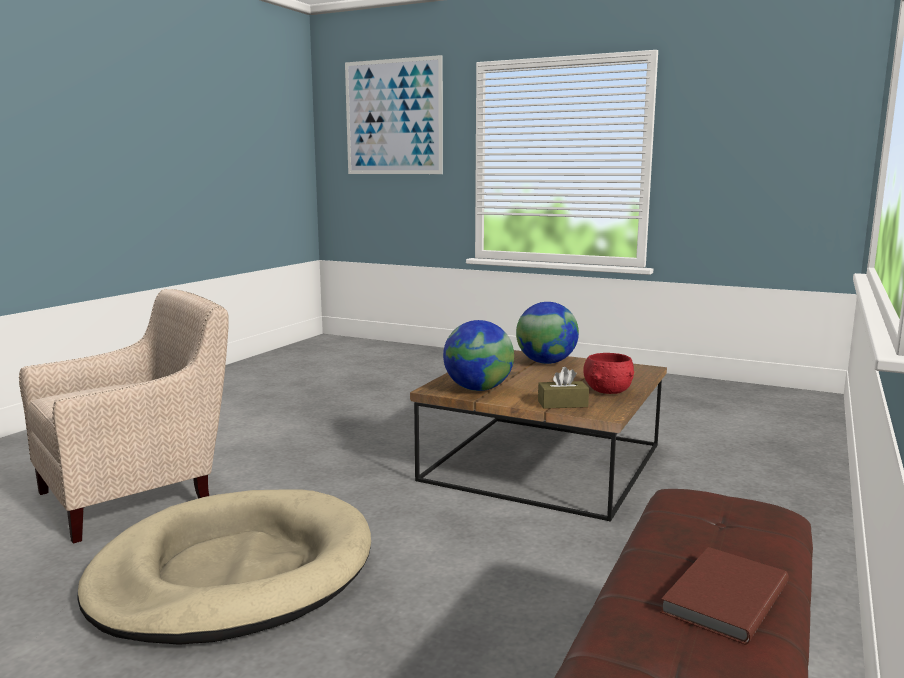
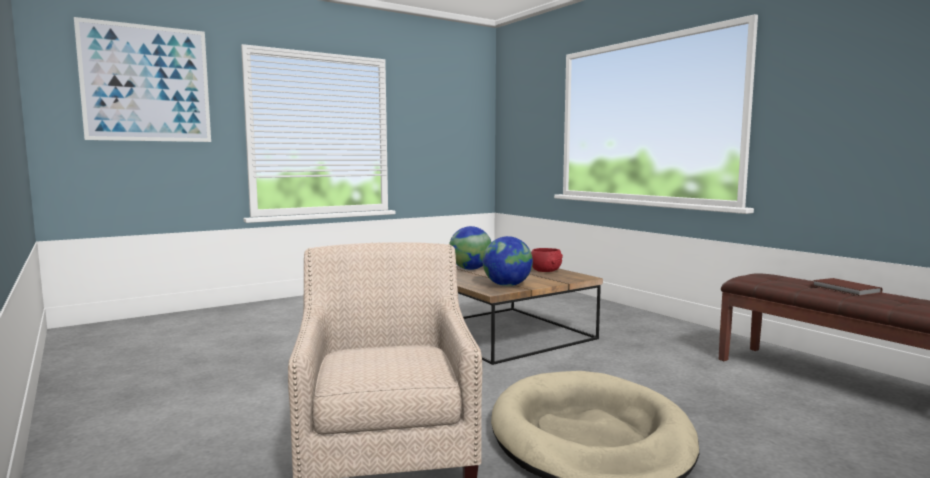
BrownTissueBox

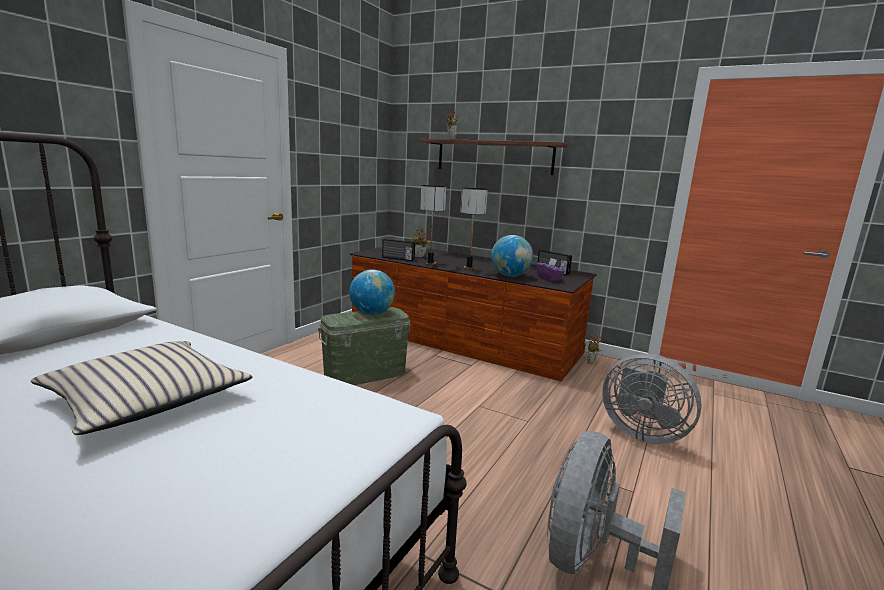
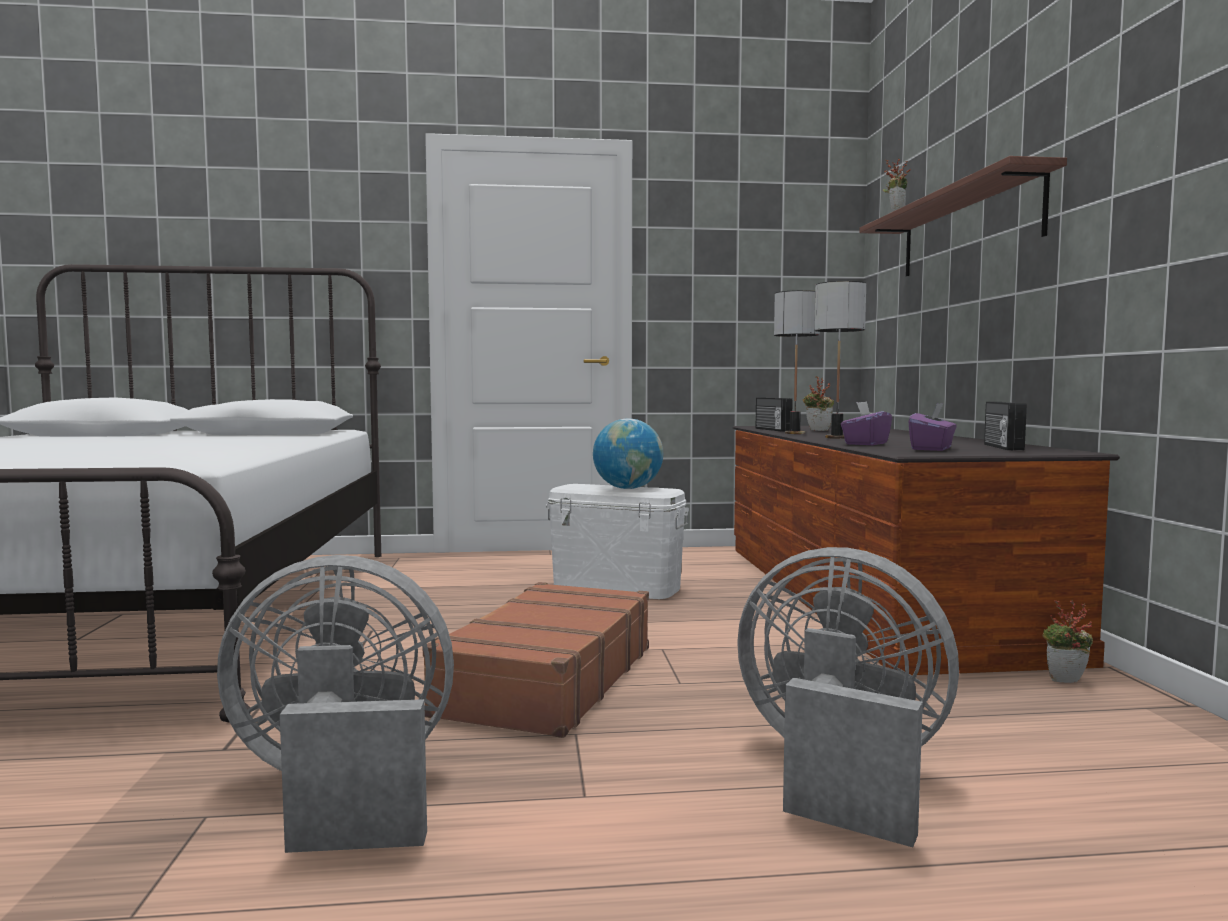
BeigeThrowPillow
WhitishStorageBin
PurpleColouredTissueBox (no. 1 from left)
GreyCoolingFan (no. 2 from left)
BrownTravelCase

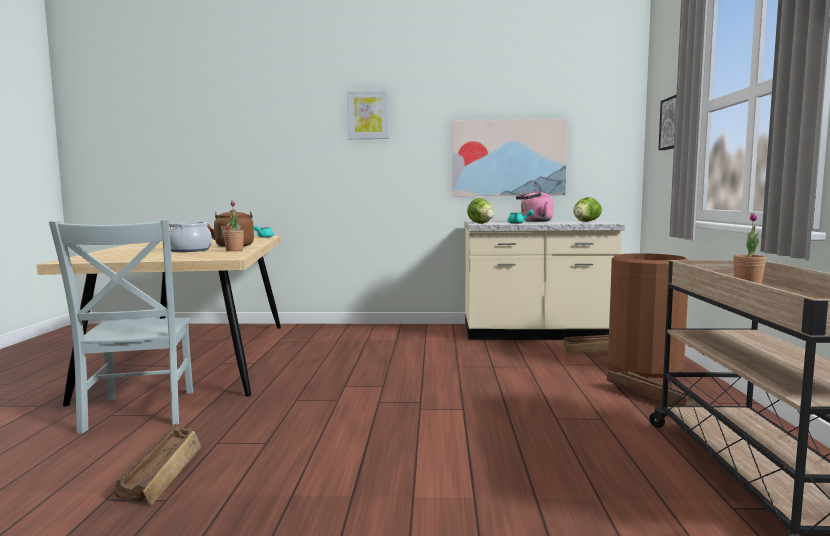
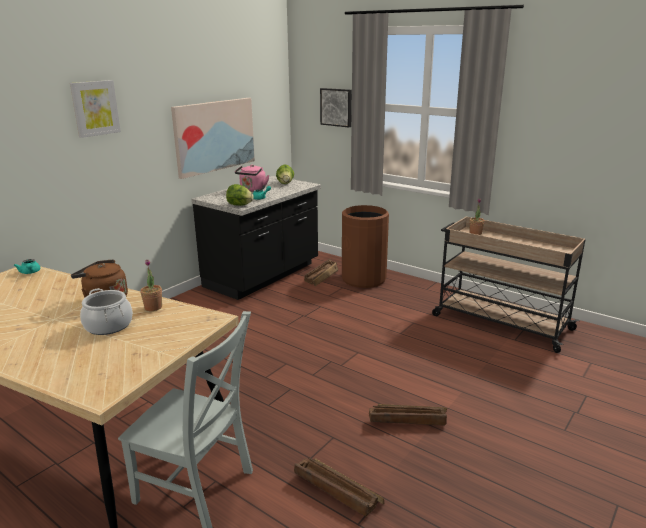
BlackColouredCounter
ShippingCrate (no. 3 from left)

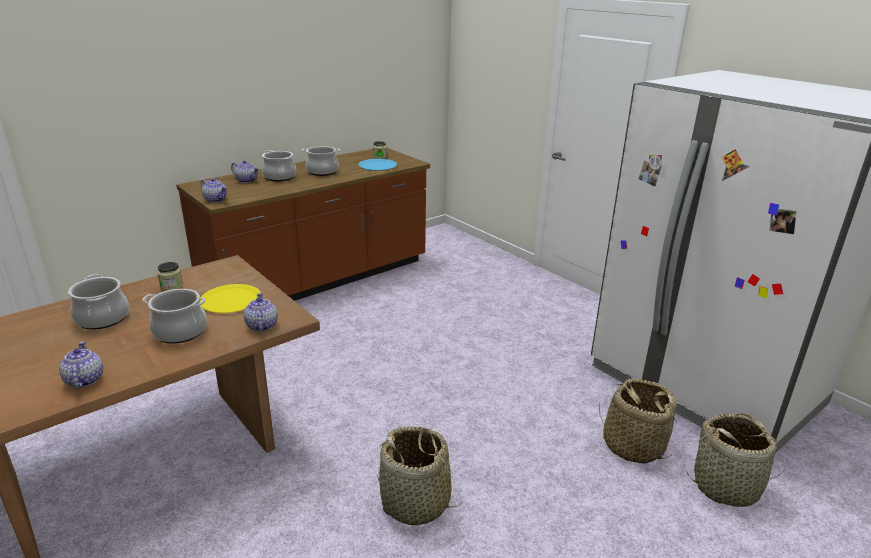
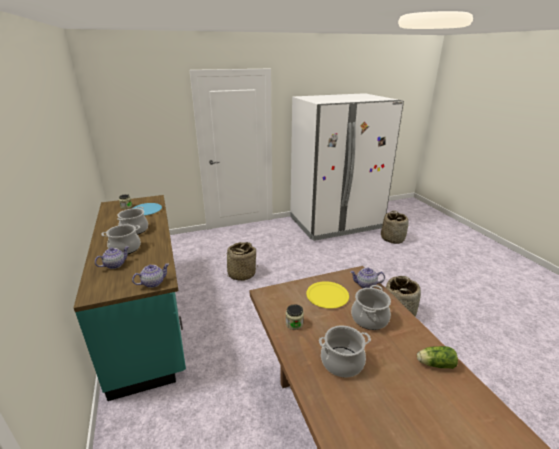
LettuceHead
TurquoiseCounter
StorageBasket (no. 1 from left)

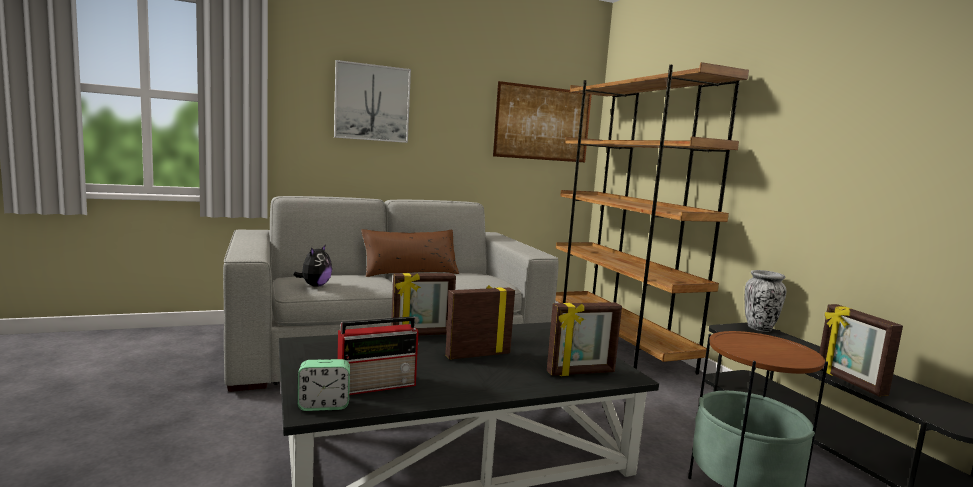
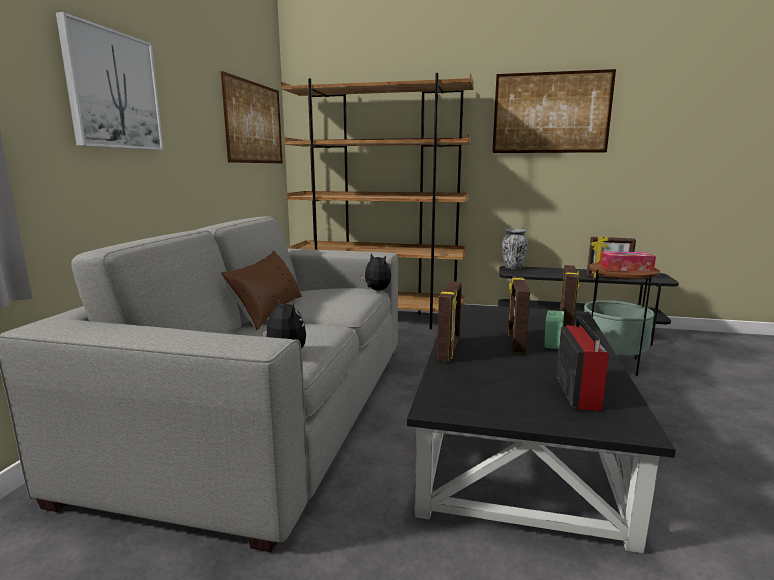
AlarmClock
SoftToy (no. 2 from left)
WallPicture (no. 3 from left)
TissueBox

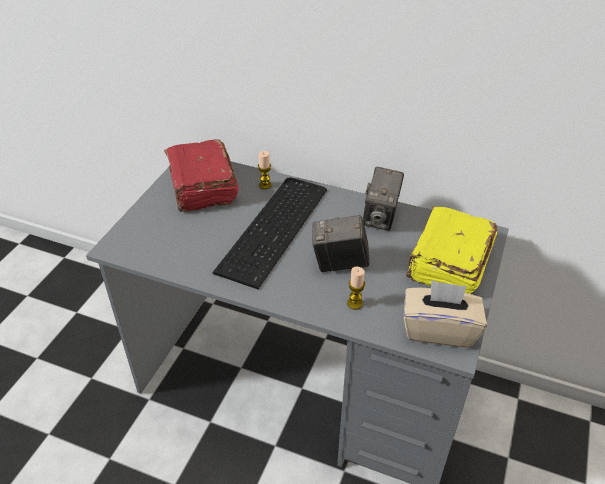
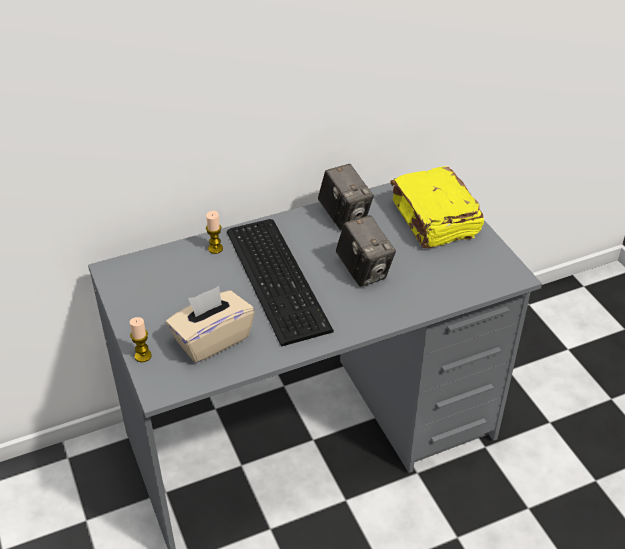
ReddishVolume
StillCamera (no. 2 from left)
WaxLight (no. 1 from left)
BeigeTissueBox

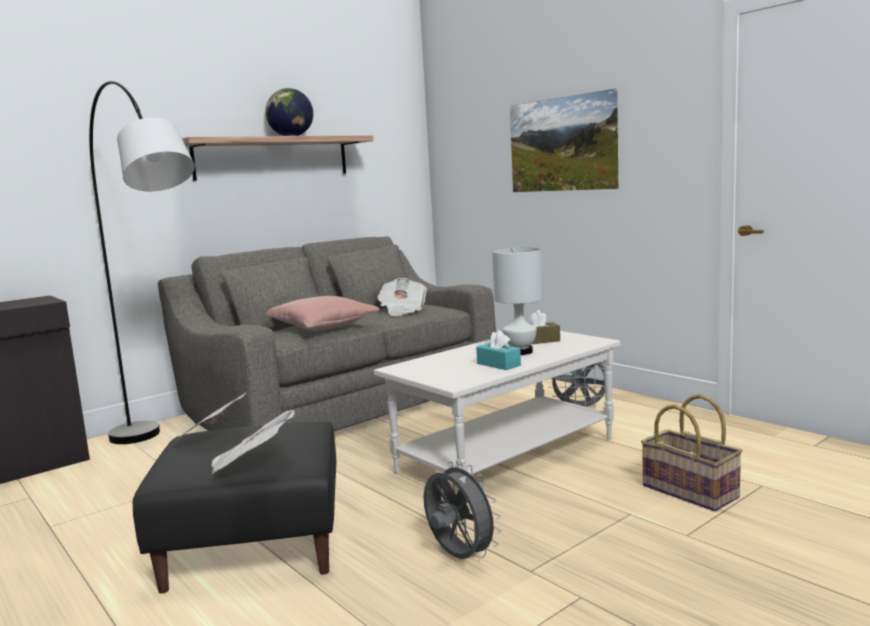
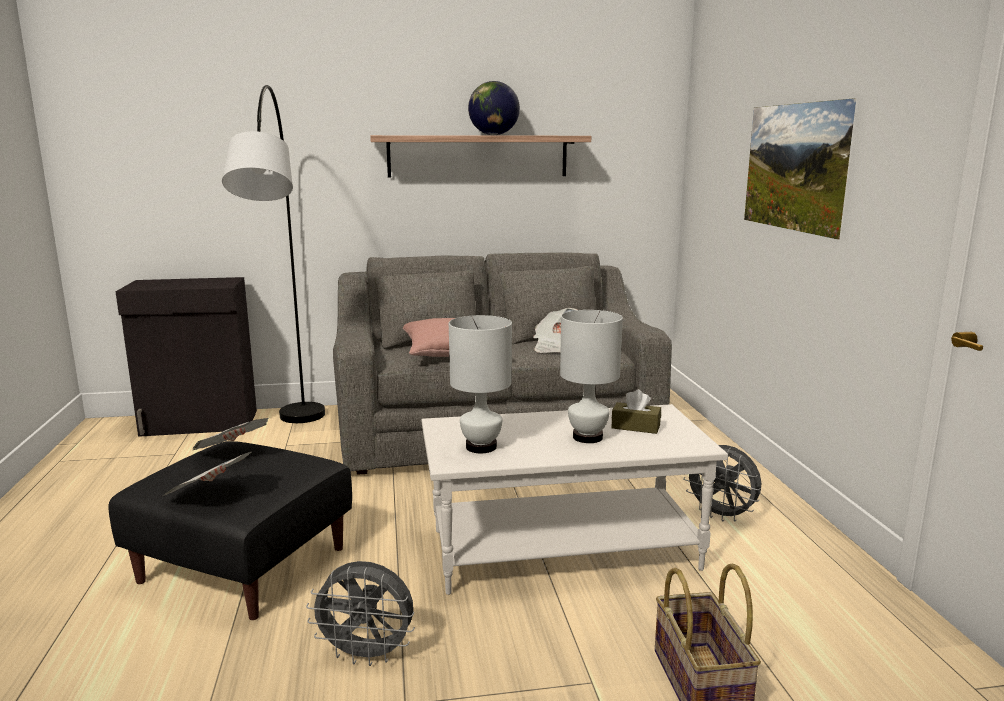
GreyCoolingFan (no. 1 from left)
TurquoiseTissueBox
WhitishLampForATable (no. 1 from left)

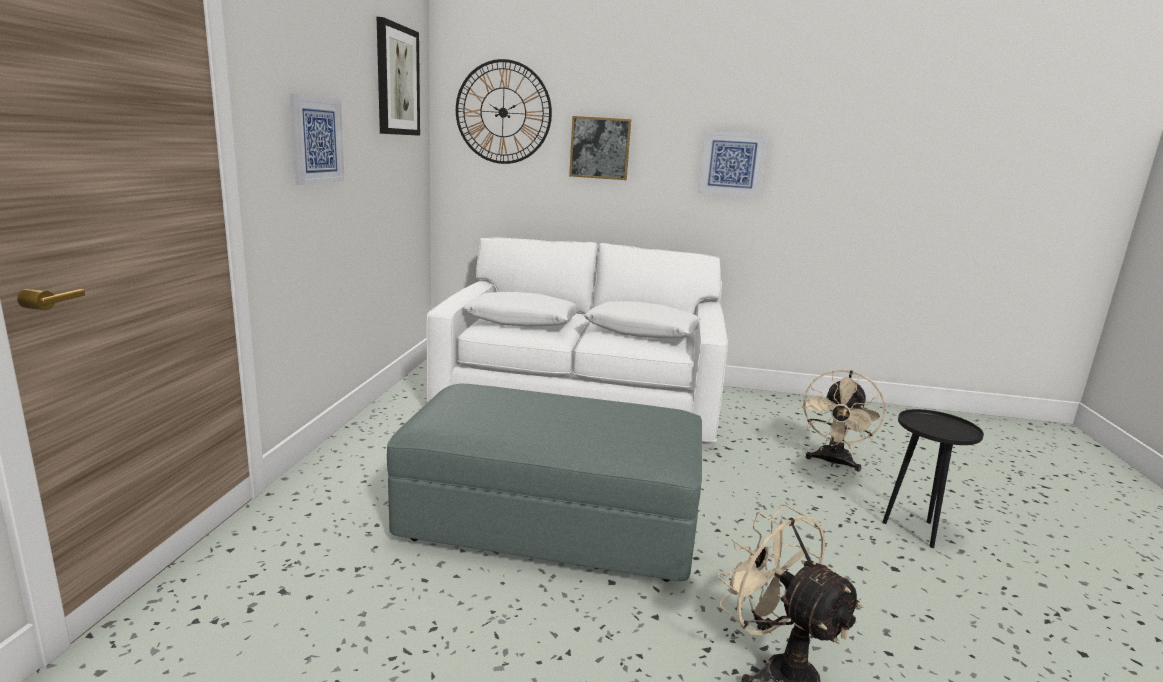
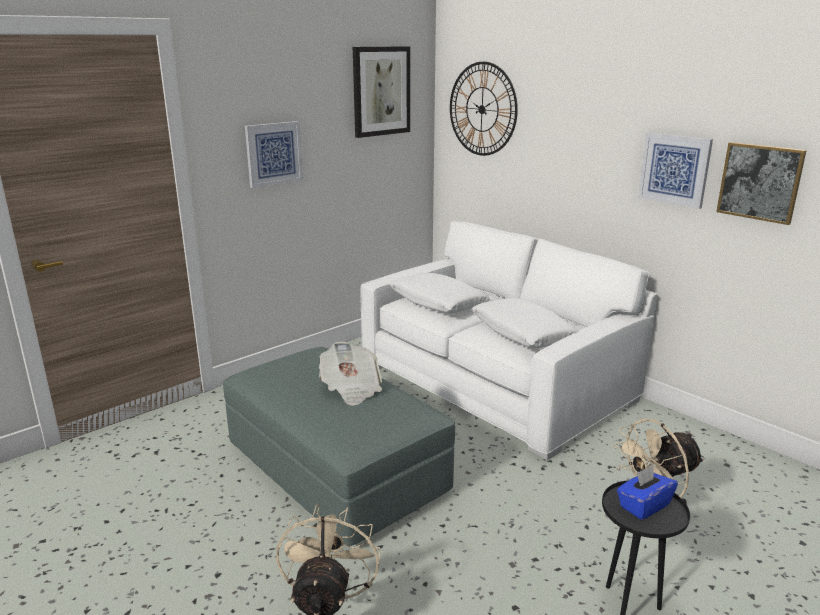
WallPicture (no. 4 from left)
PrintedPaper
BluishTissueBox

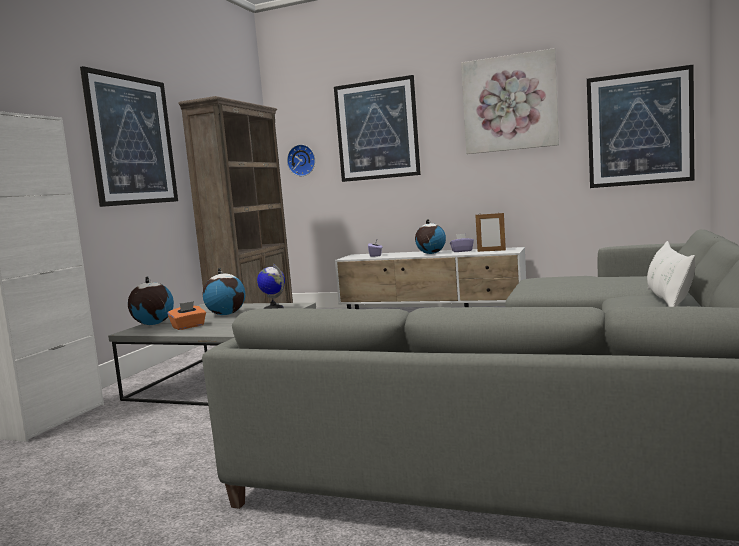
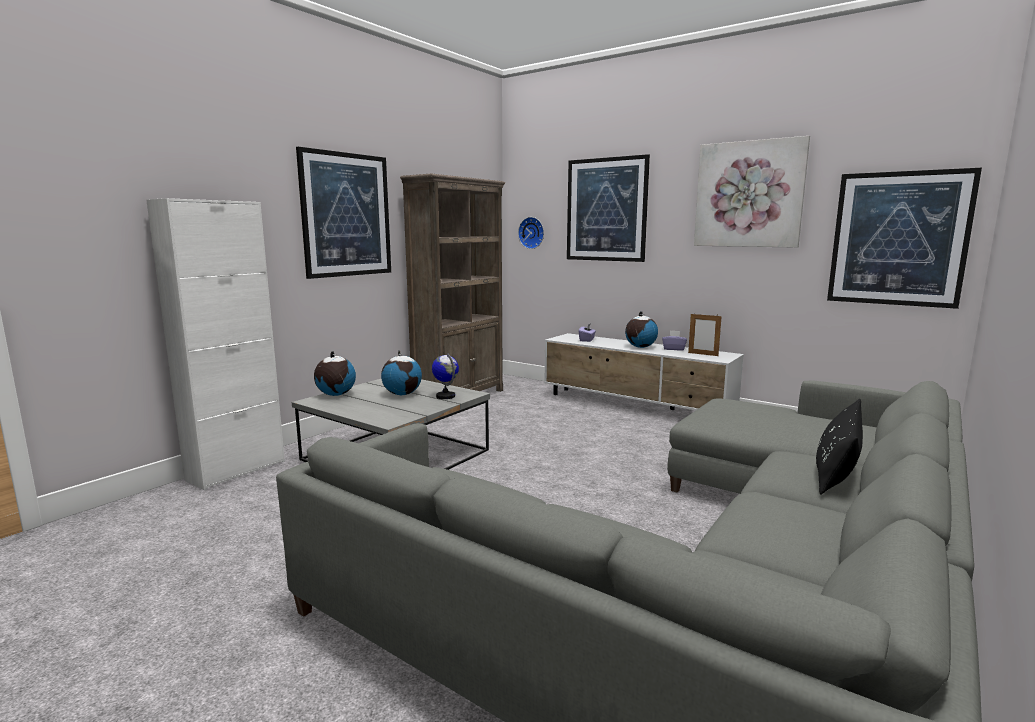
OrangeColouredTissueBox
BlackColouredThrowPillow

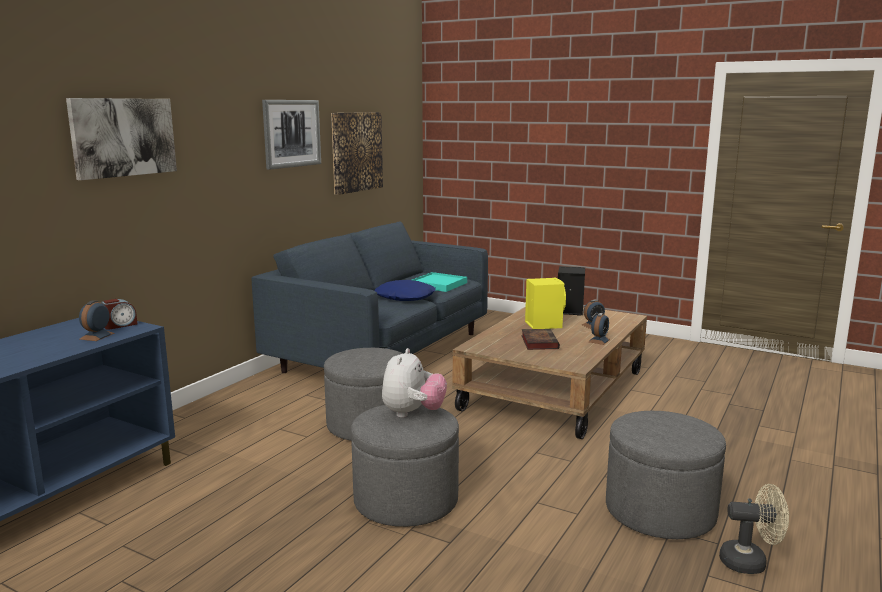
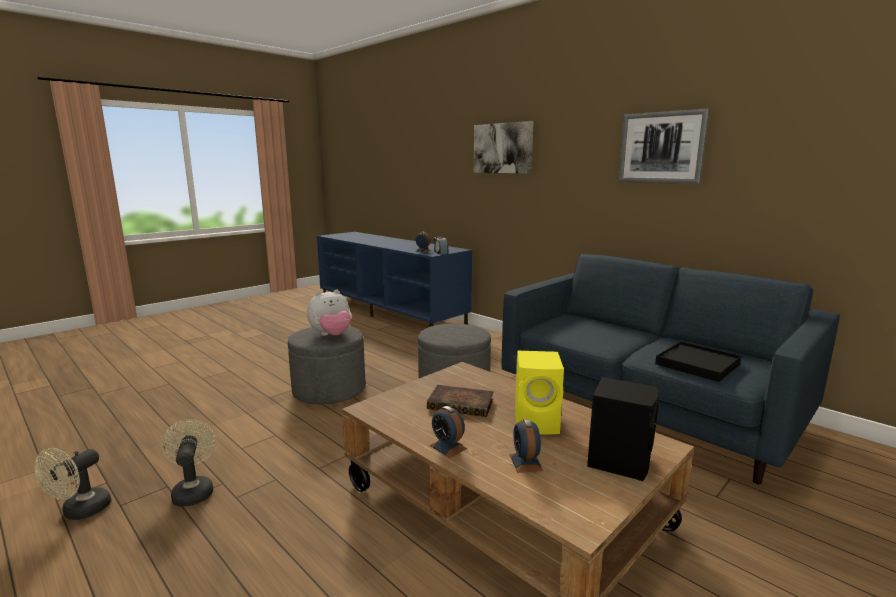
WallPicture (no. 3 from left in the first image)
BluishThrowPillow
SoftToy
BlackColouredServingTray
BeigeCoolingFan (no. 2 from left)

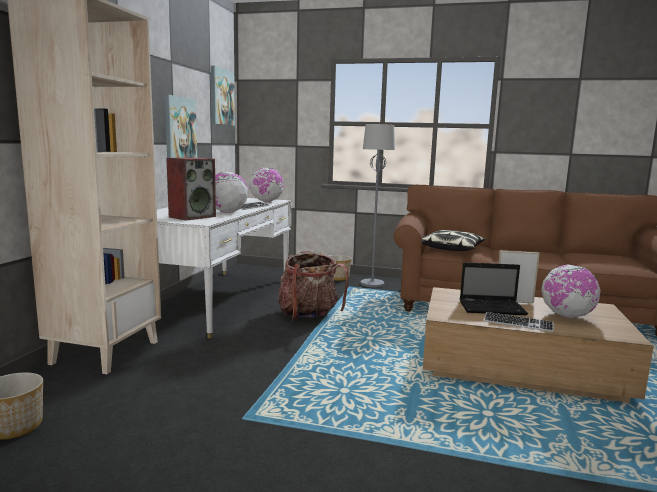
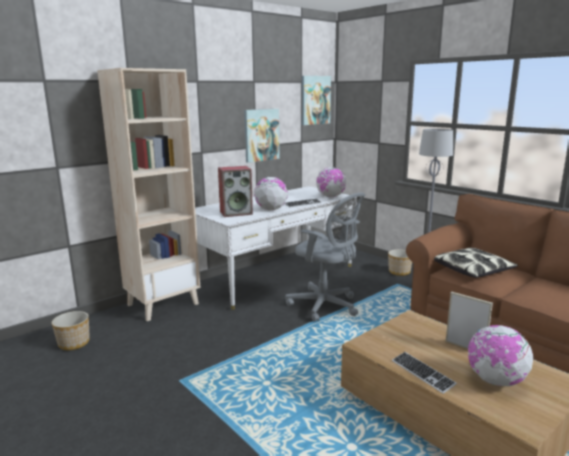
GreyDeskChair
PortableComputer

